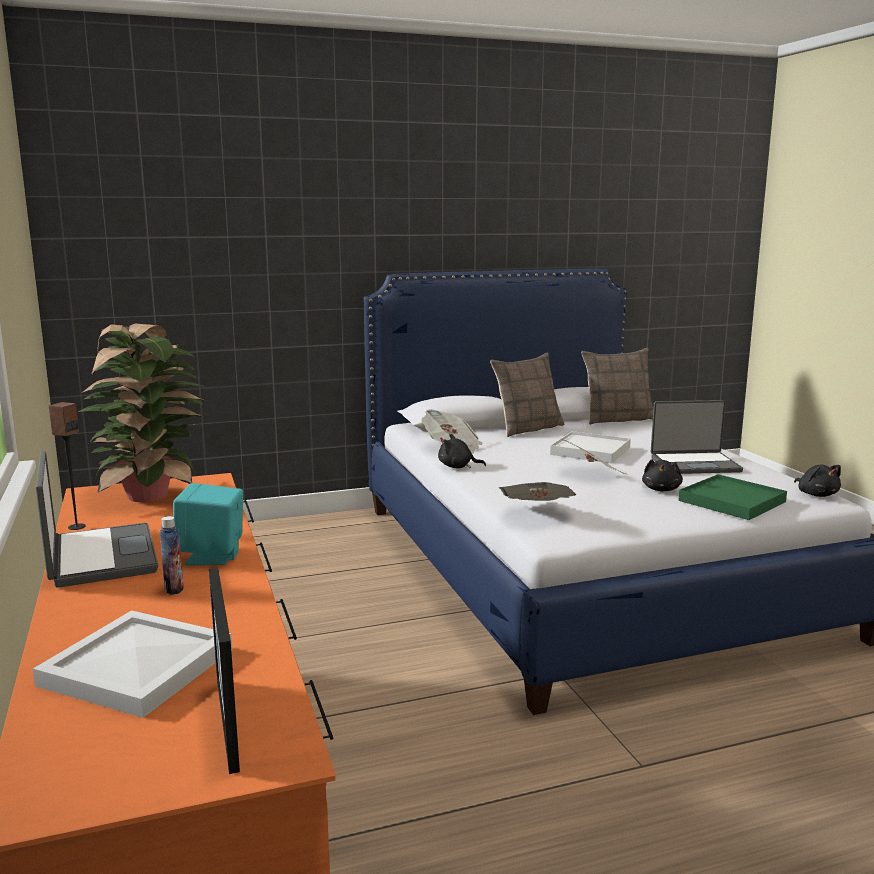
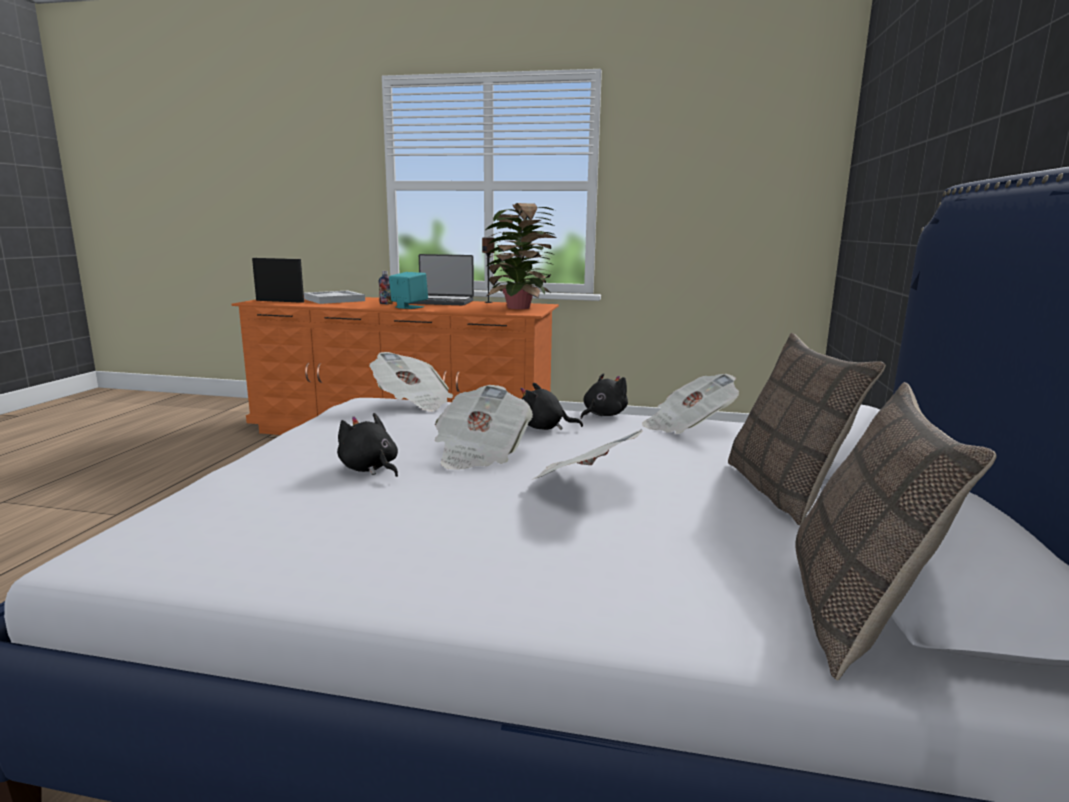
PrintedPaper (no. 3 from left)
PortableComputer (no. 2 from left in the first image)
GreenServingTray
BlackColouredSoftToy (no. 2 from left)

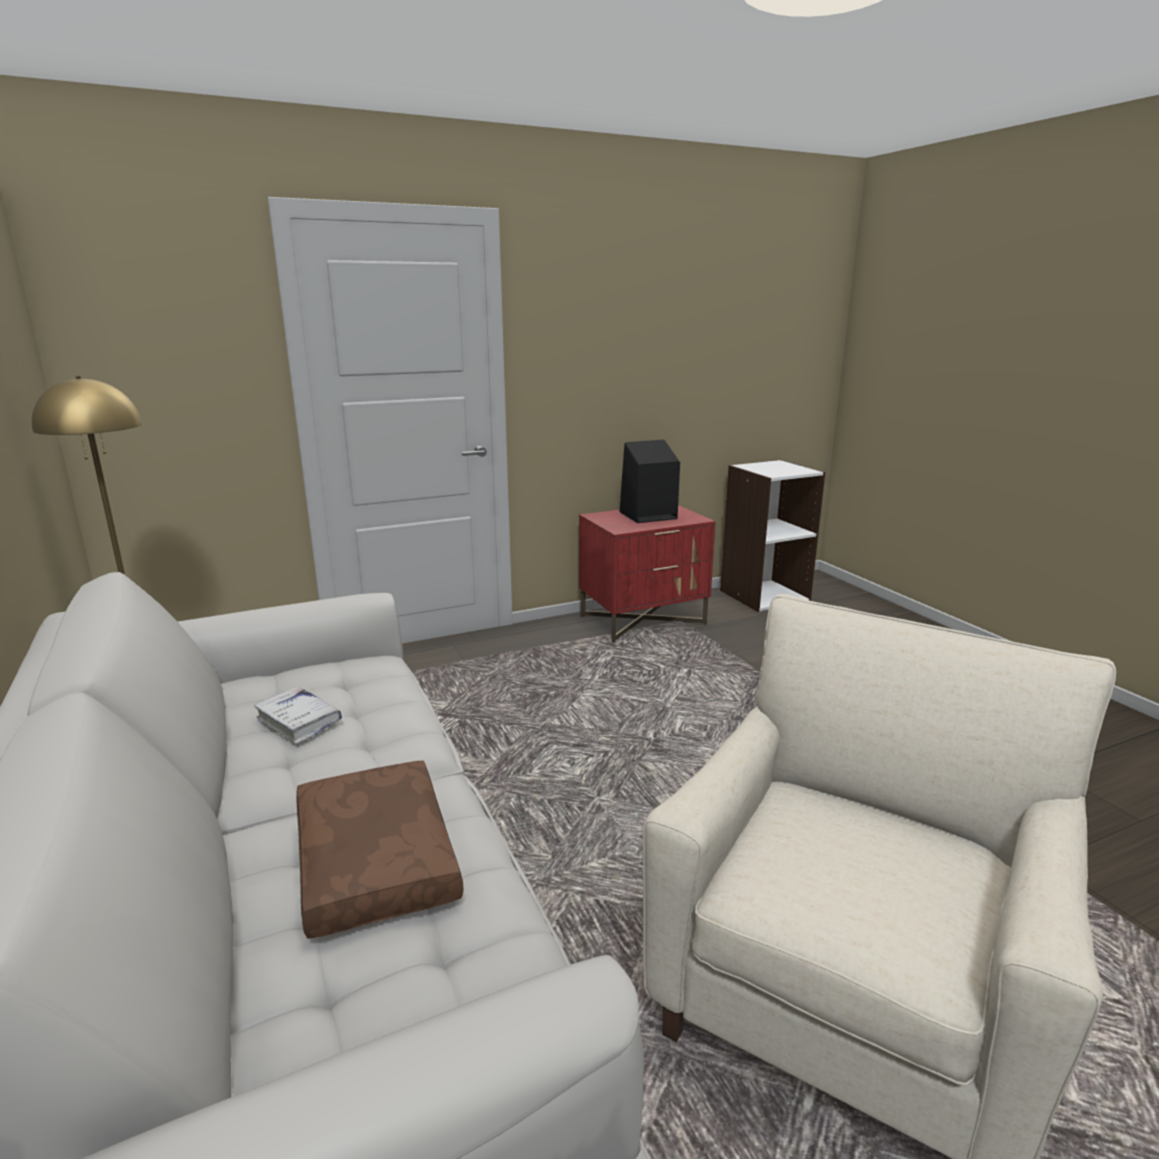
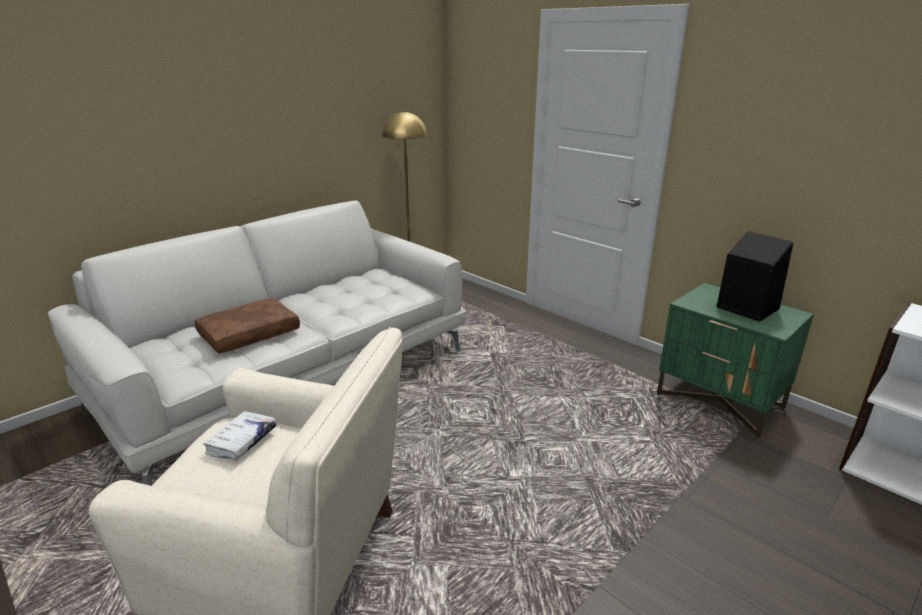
WhitishVolume
GreenNightstand

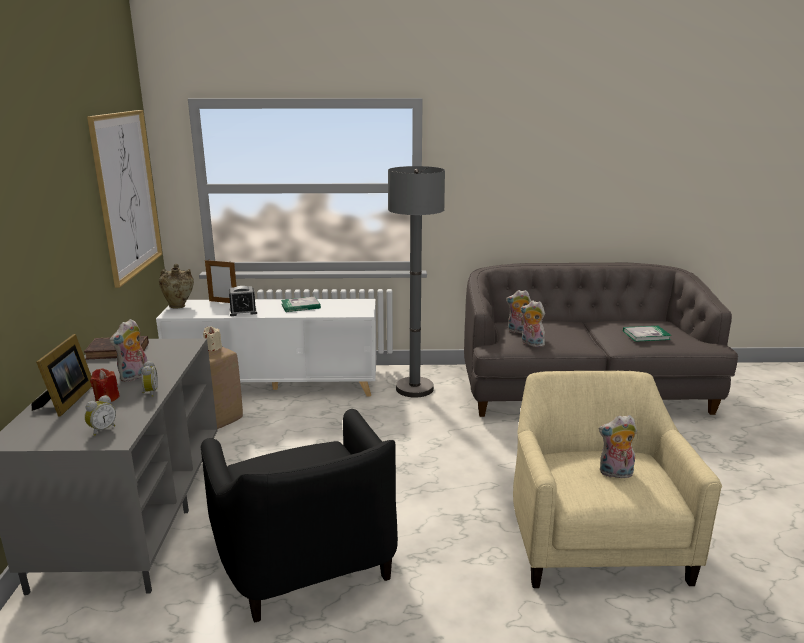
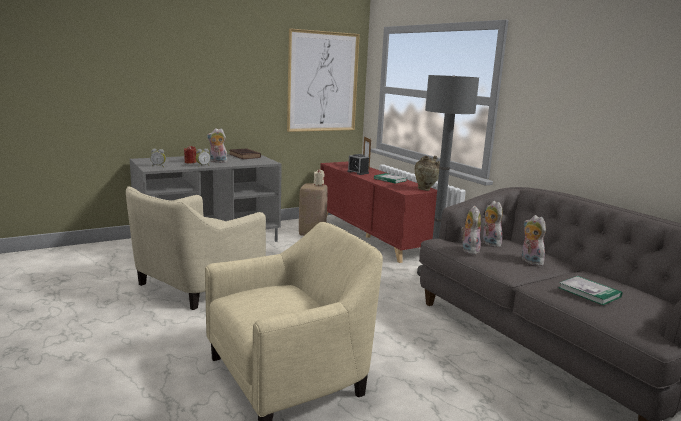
StandingFrame (no. 1 from left in the first image)
ReddishStorageCabinet
BeigeVase
BeigeLoungeChair (no. 1 from left)
SoftToy (no. 4 from left)

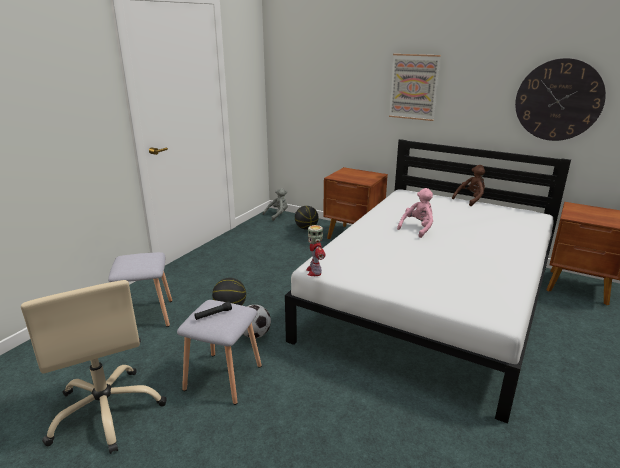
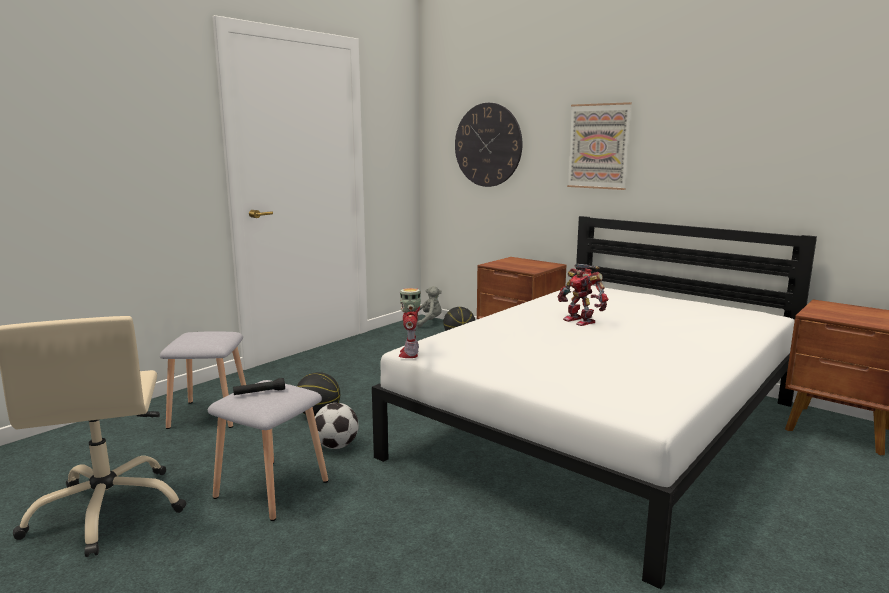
ToyRobot (no. 2 from left)
BrownSoftToy
HangingClock

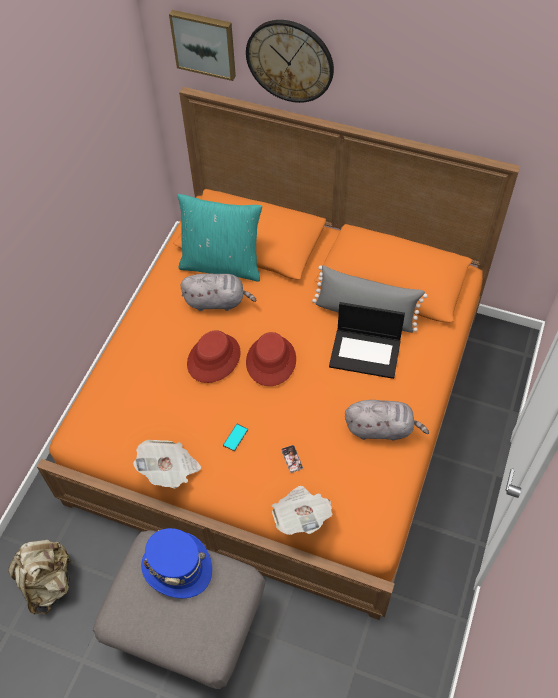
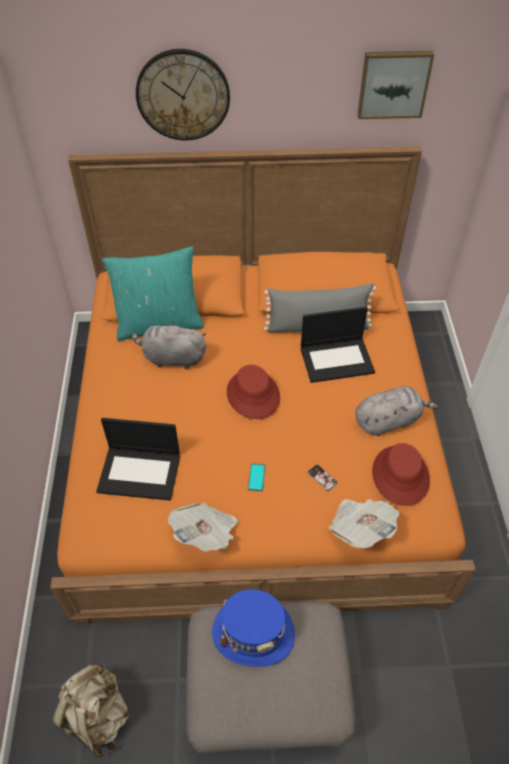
WallPicture
GreySoftToy (no. 1 from left)
ReddishWearableHat (no. 2 from left)
PortableComputer (no. 1 from left)

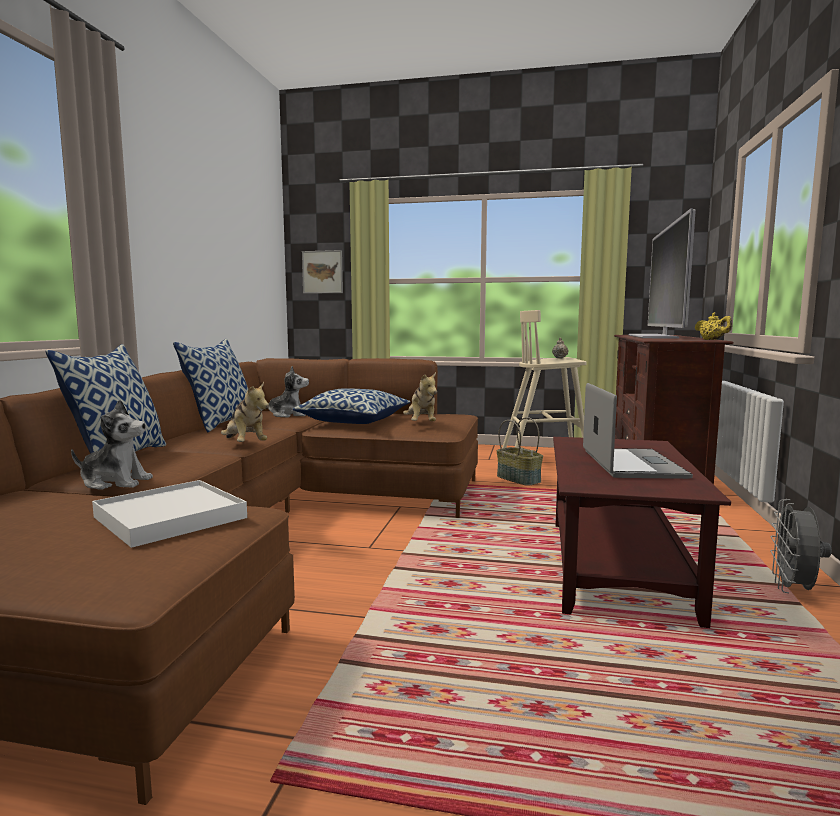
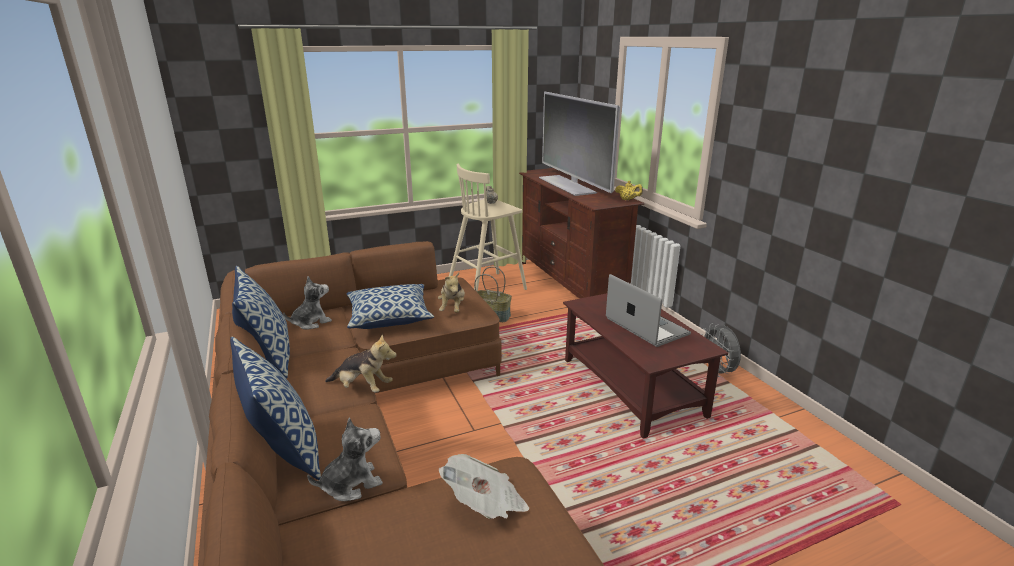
PrintedPaper
WallPicture
SoftToy (no. 4 from left)

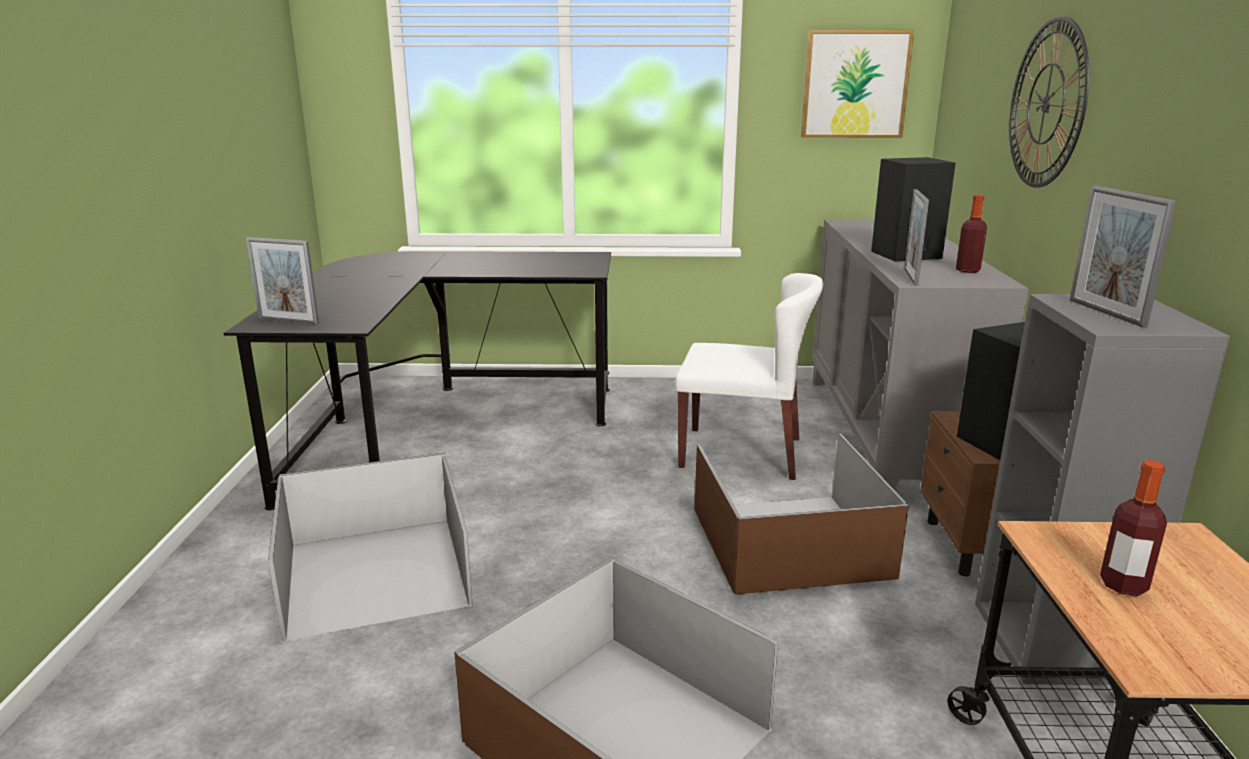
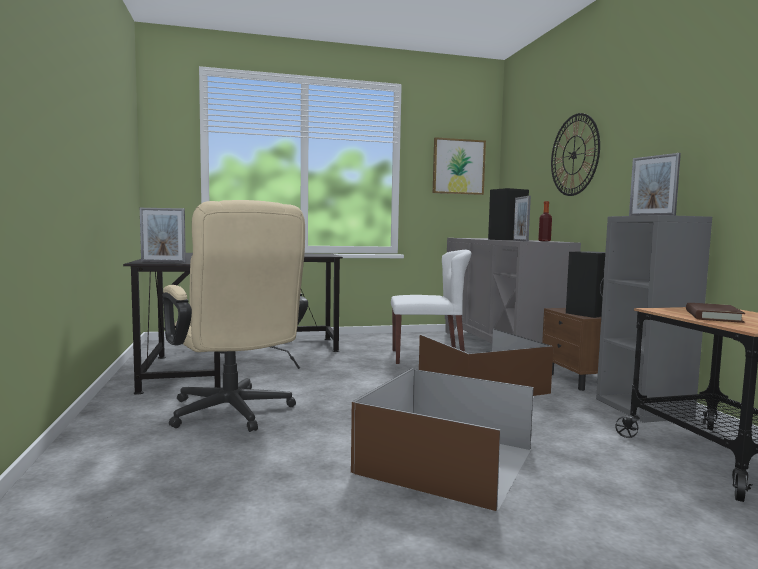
BeigeDeskChair
BrownVolume

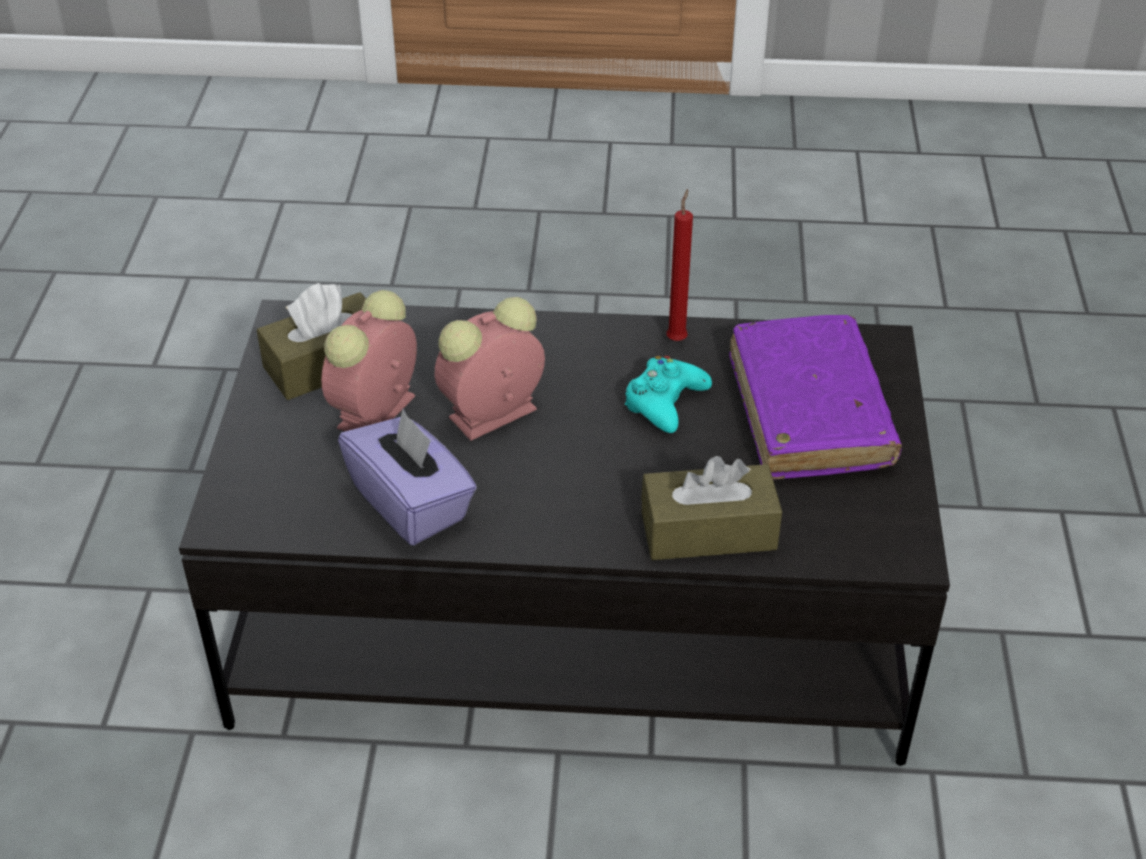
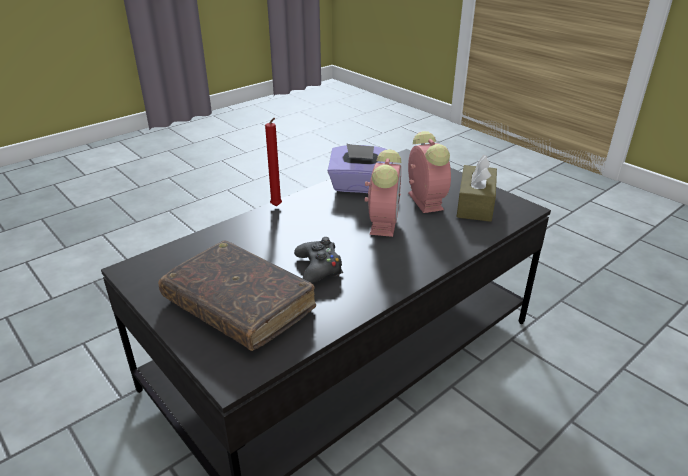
BlackColouredGameController
BrownTissueBox (no. 2 from left in the first image)
ReddishWaxLight
BrownVolume

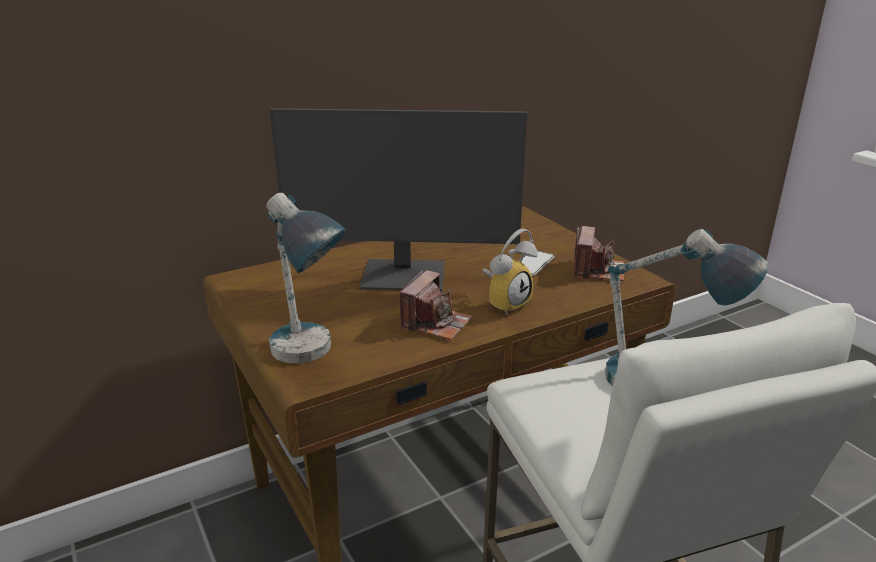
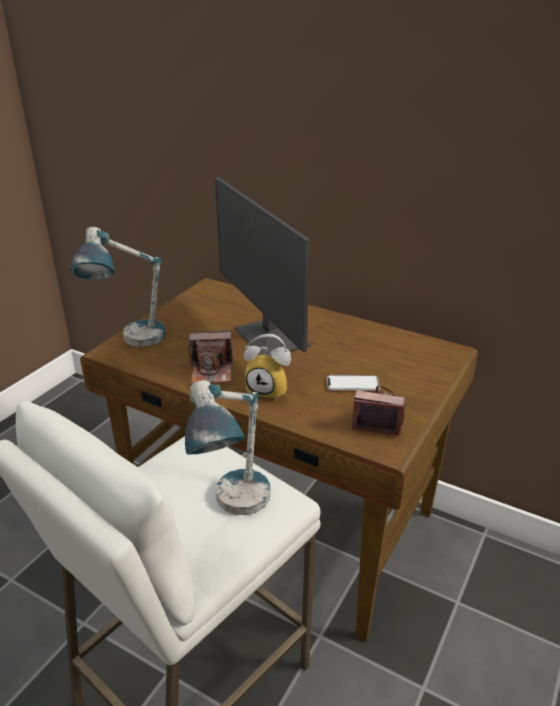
StillCamera (no. 2 from left)

